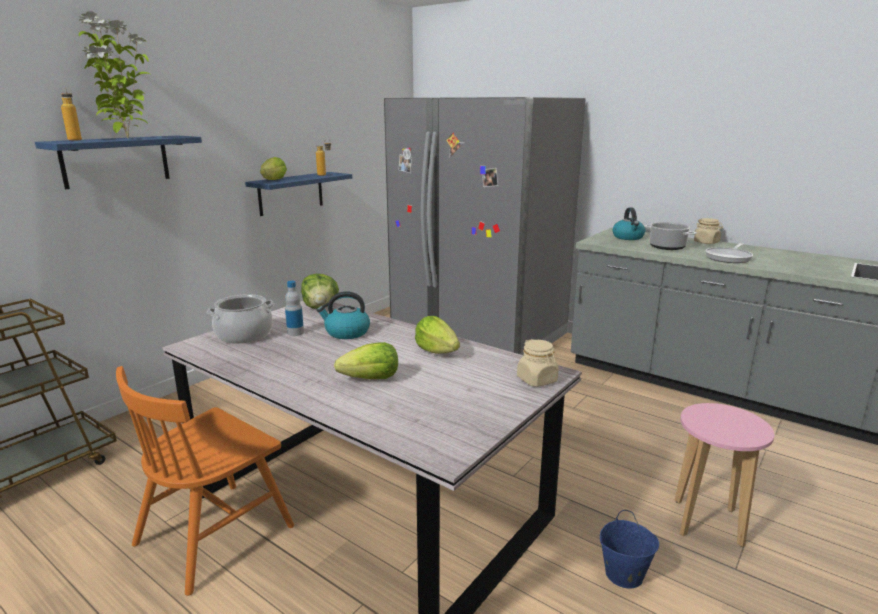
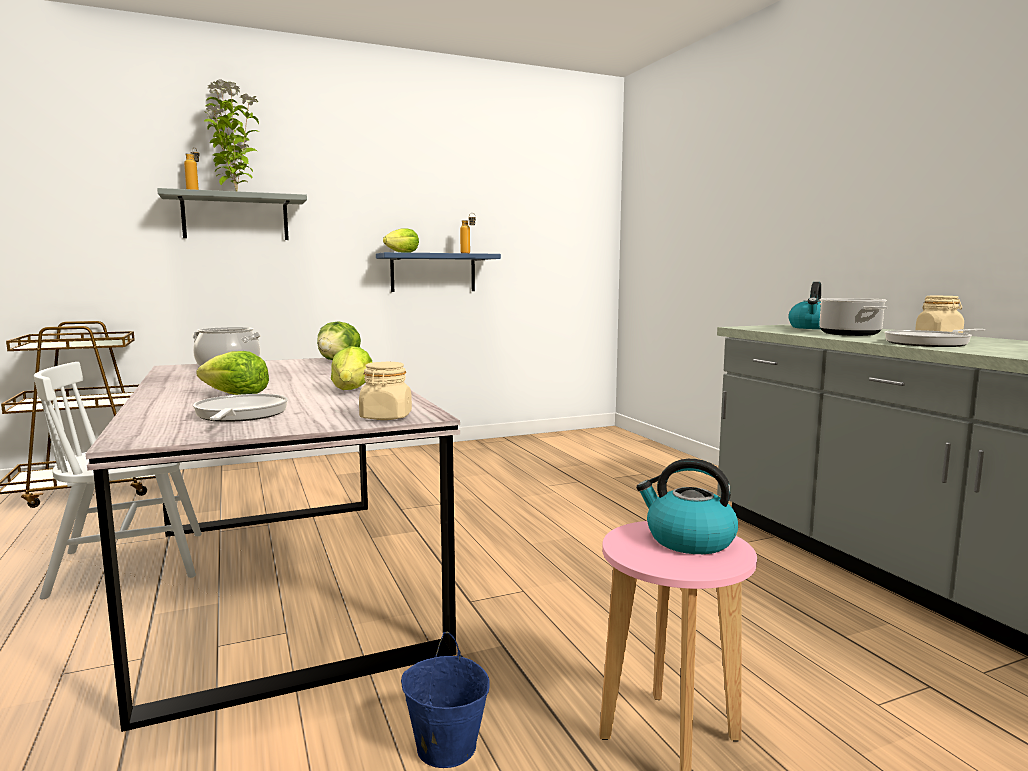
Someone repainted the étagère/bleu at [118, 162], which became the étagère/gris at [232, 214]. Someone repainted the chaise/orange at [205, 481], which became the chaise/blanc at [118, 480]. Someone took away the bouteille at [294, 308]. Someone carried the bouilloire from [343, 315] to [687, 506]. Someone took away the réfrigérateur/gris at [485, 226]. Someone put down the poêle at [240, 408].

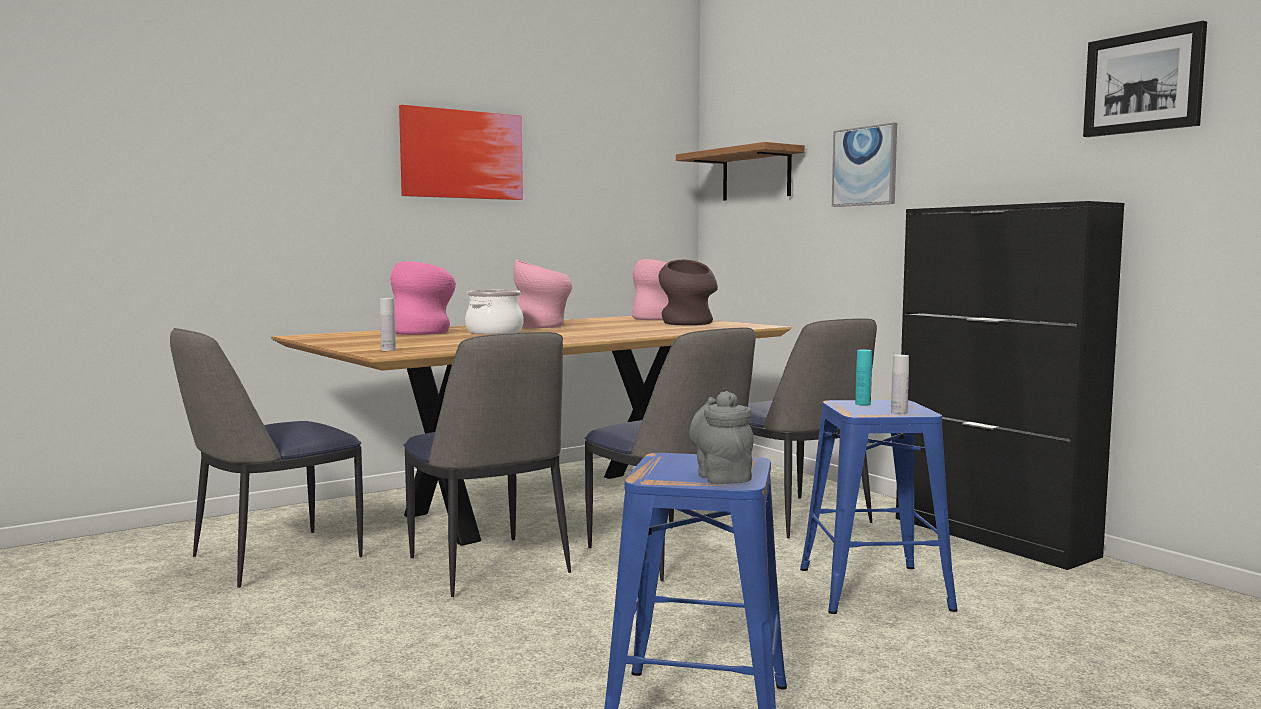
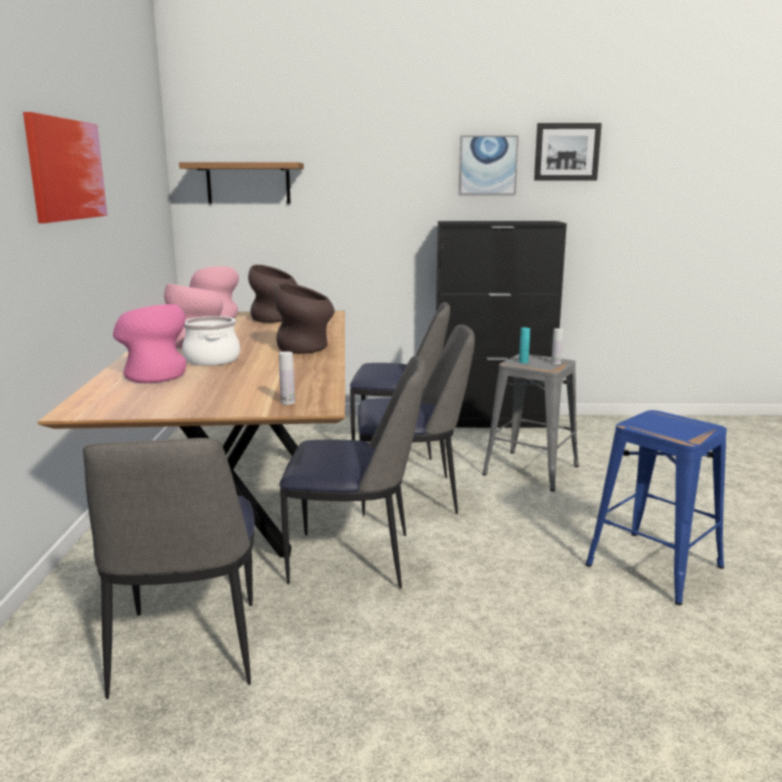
Someone took away the théière/gris at [721, 437]. Someone repainted the tabouret/bleu at [879, 507], which became the tabouret/gris at [530, 422]. Someone carried the tableau from [864, 165] to [489, 165]. Someone put down the vase/marron at [305, 318].

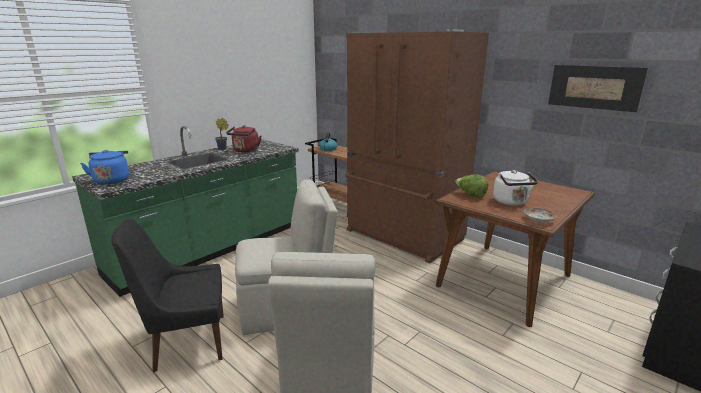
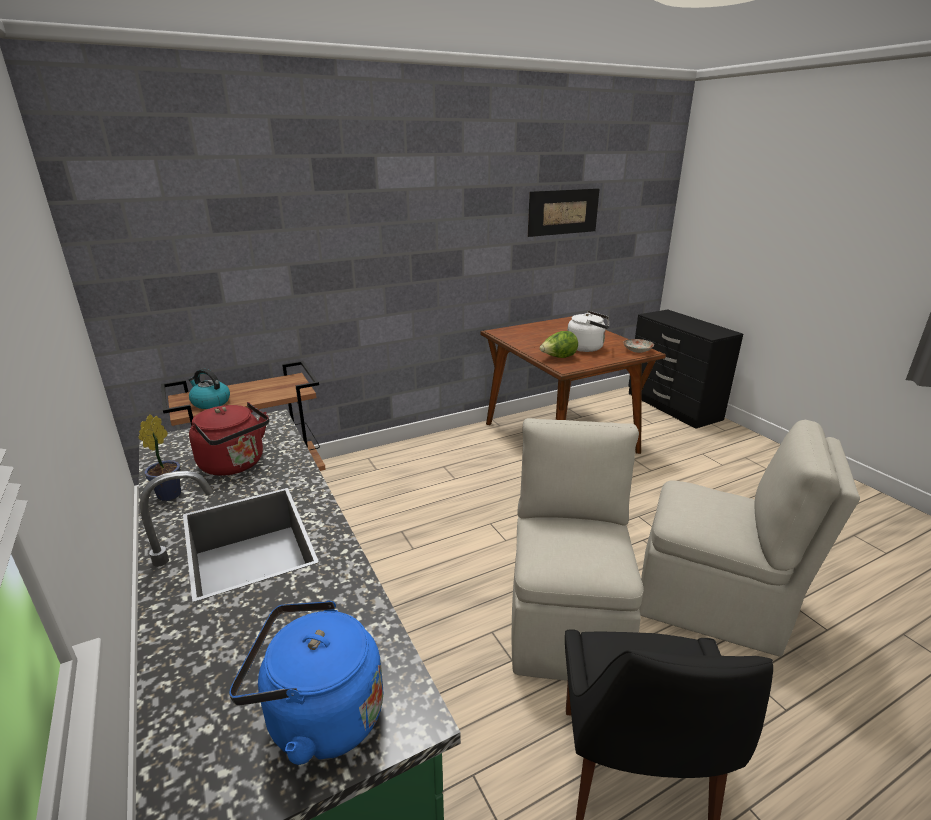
Someone took away the réfrigérateur/marron at [417, 146].

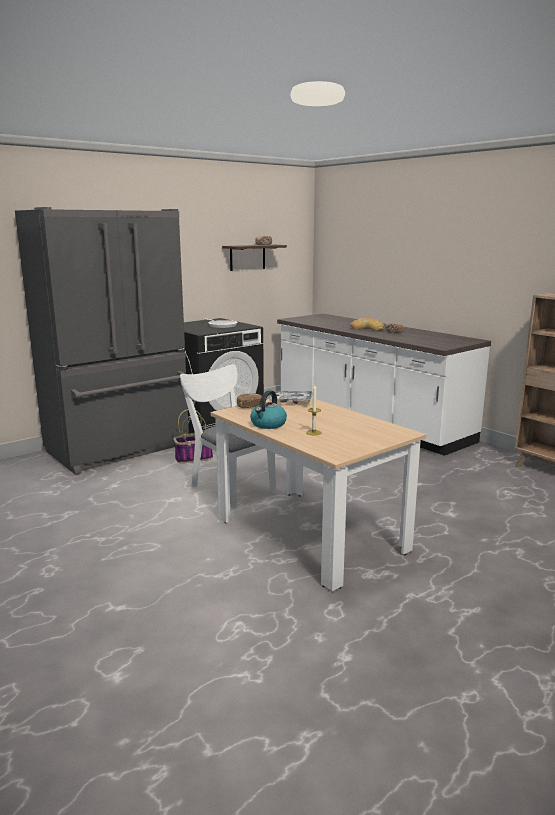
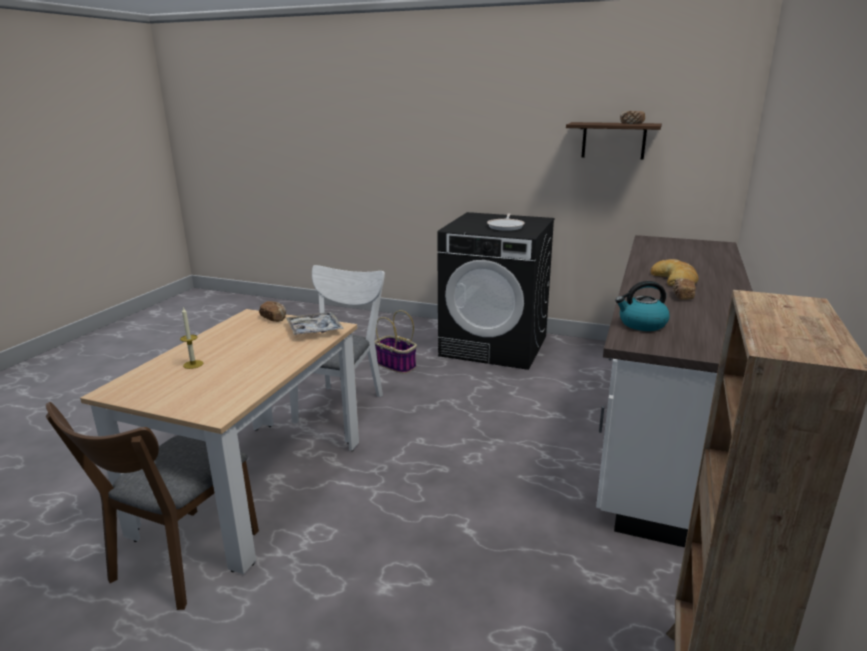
Someone took away the réfrigérateur/gris at [102, 341]. Someone carried the bouilloire from [268, 409] to [642, 306]. Someone put down the chaise/marron at [152, 506].

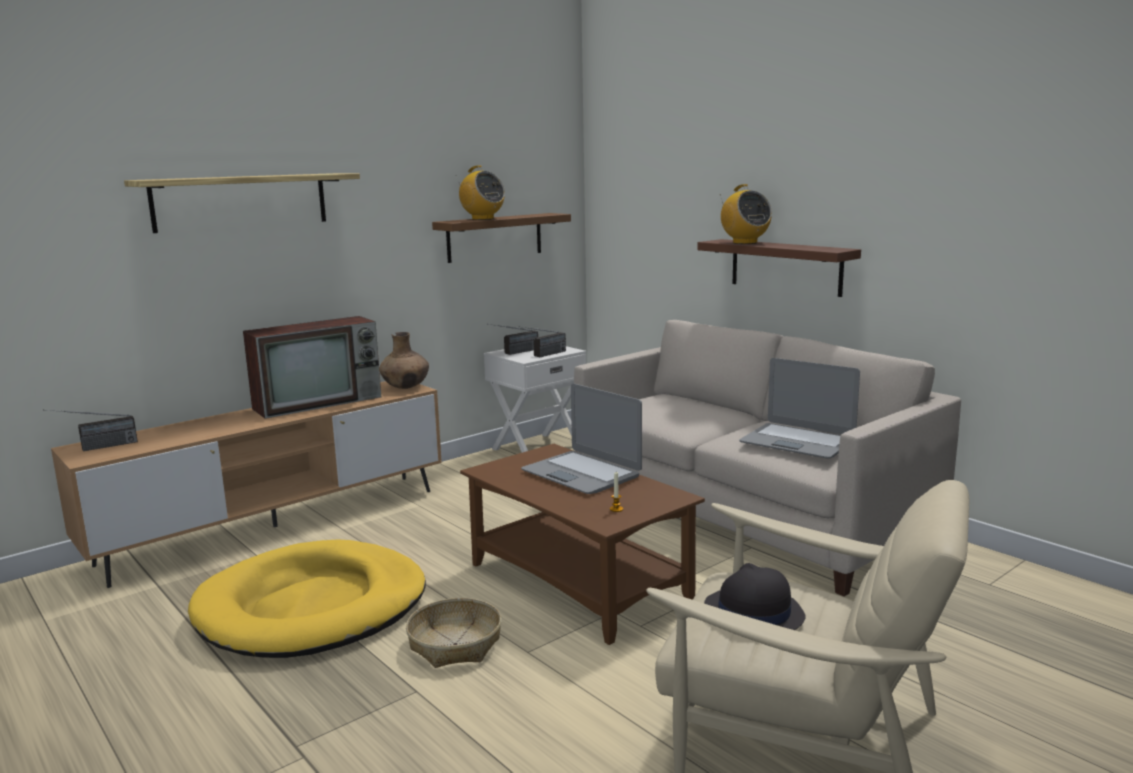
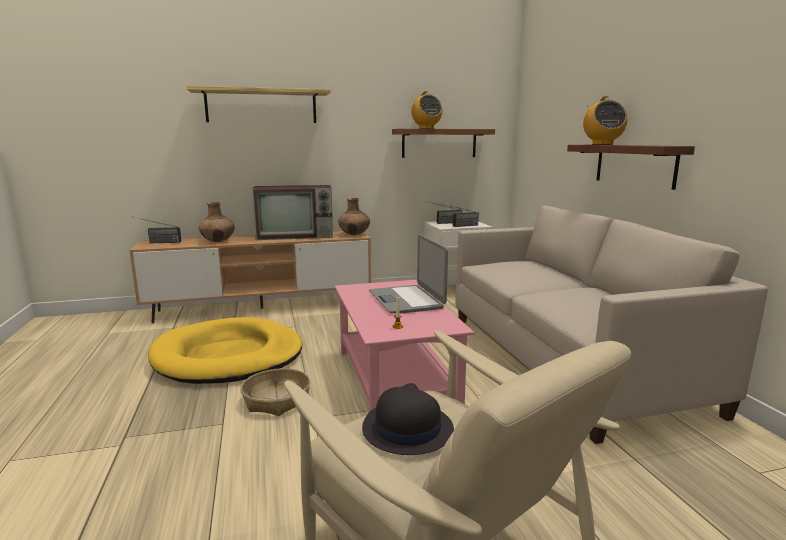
Someone repainted the table basse/marron at [582, 544], which became the table basse/rose at [404, 346]. Someone took away the ordinateur portable at [799, 408]. Someone put down the vase/marron at [216, 222].

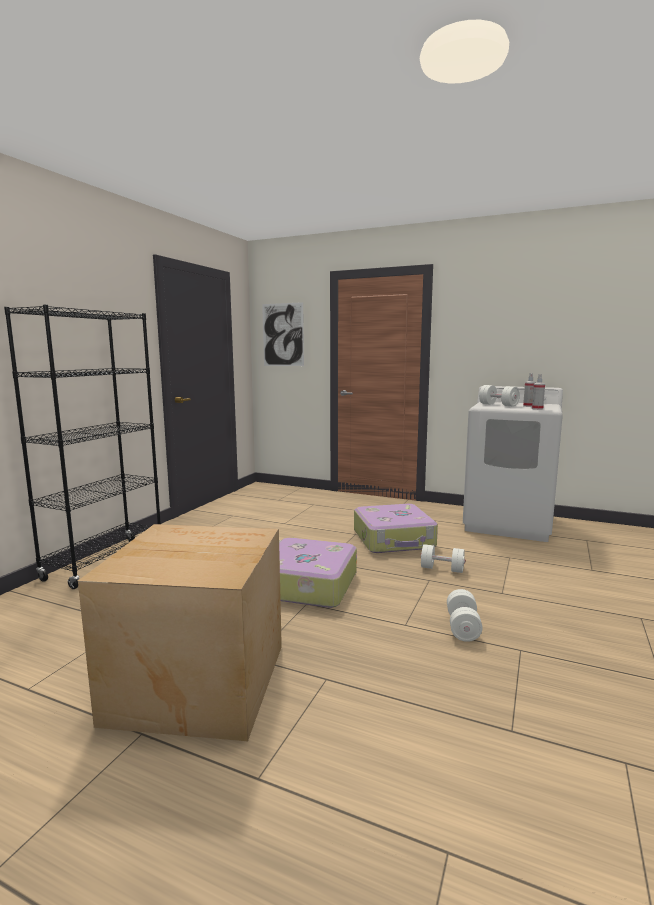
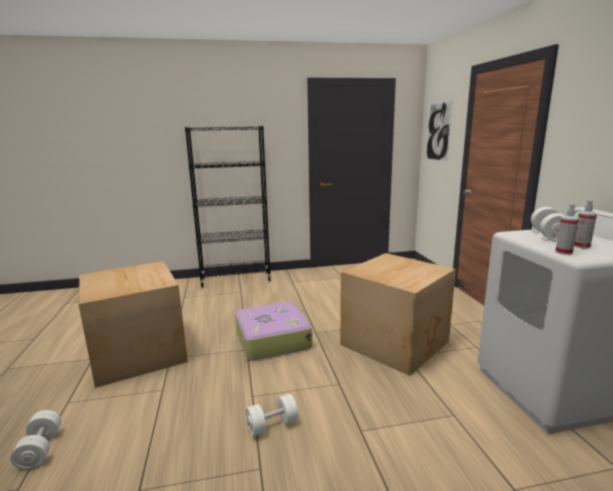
Someone swapped the valise at [396, 528] for the carton at [398, 314]. Someone carried the haltère/blanc from [443, 558] to [35, 440].

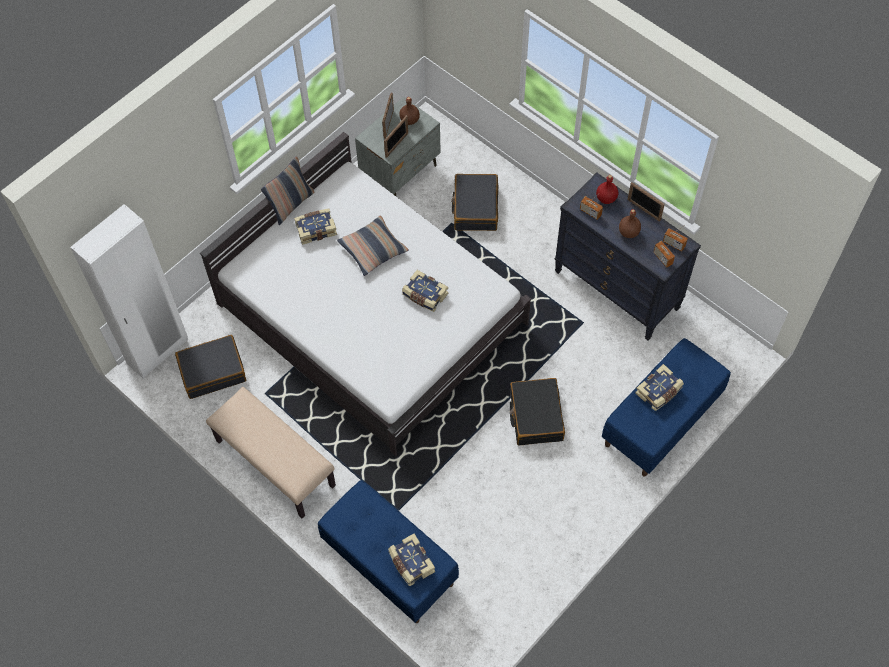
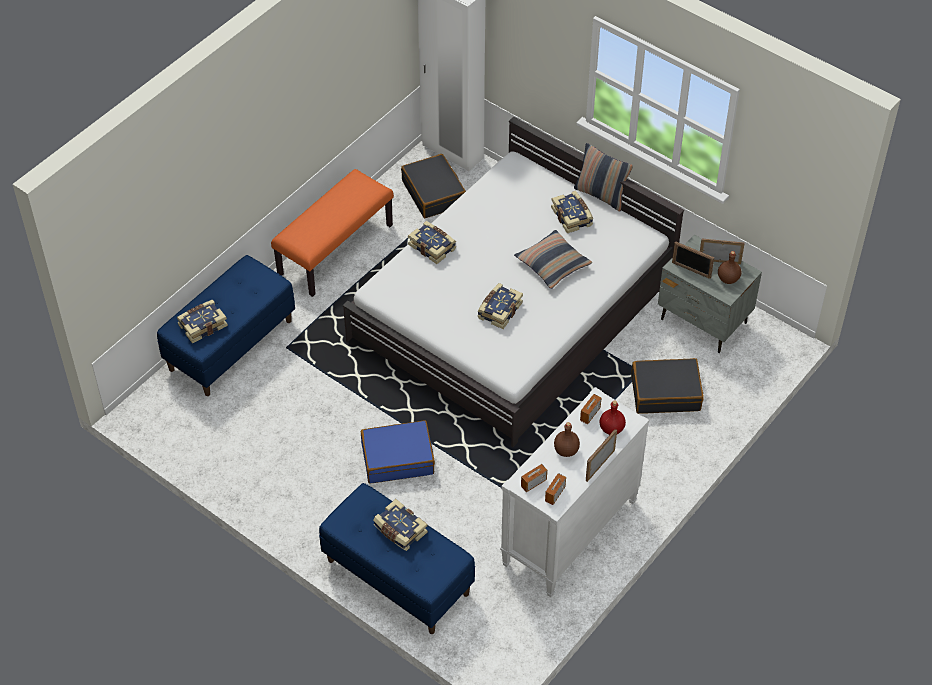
Someone repainted the banc/beige at [271, 452], which became the banc/orange at [332, 233]. Someone repainted the valise/noir at [537, 411], which became the valise/bleu at [398, 452]. Someone repainted the commode/noir at [628, 256], which became the commode/blanc at [574, 492]. Someone put down the livre at [432, 242].

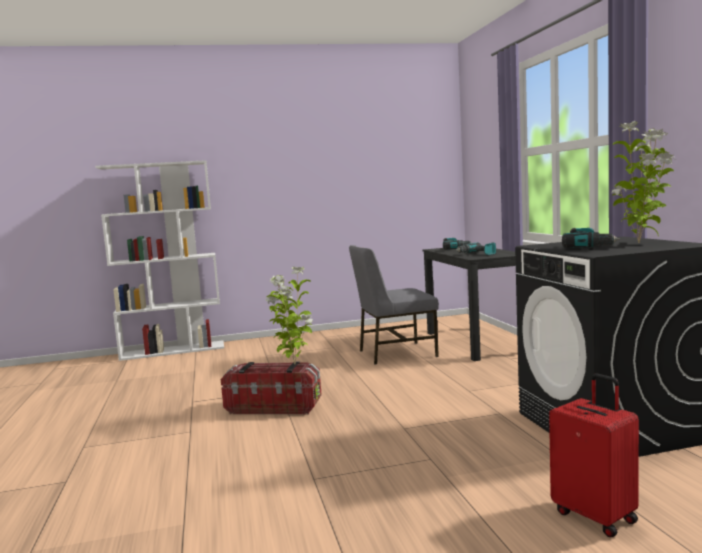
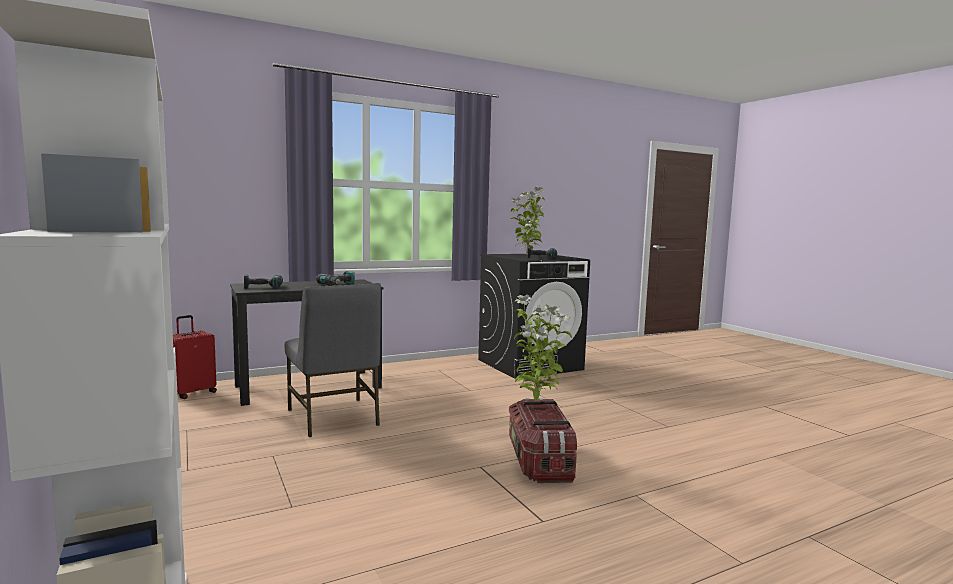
Someone carried the valise/rouge from [594, 455] to [195, 357].

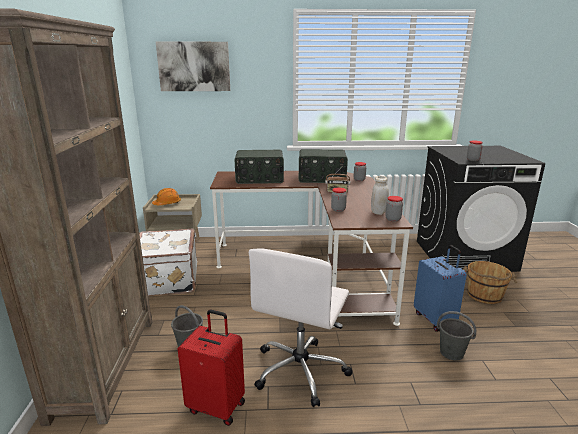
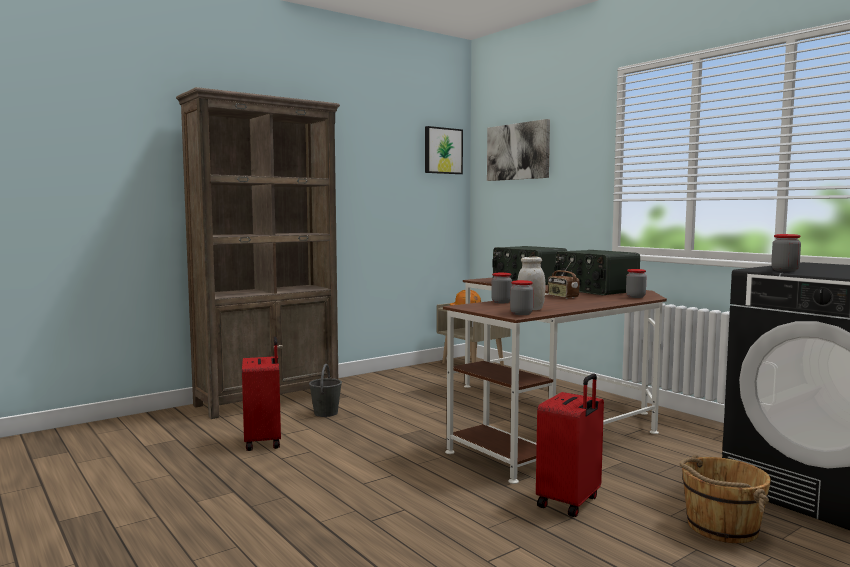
Someone took away the valise/blanc at [168, 263]. Someone took away the chaise de bureau/blanc at [301, 327]. Someone repainted the valise/bleu at [440, 288], which became the valise/rouge at [570, 445]. Someone took away the seau/gris at [456, 335]. Someone put up the tableau at [444, 150].

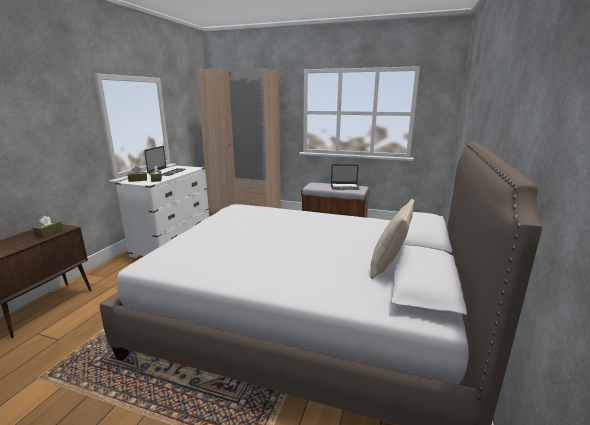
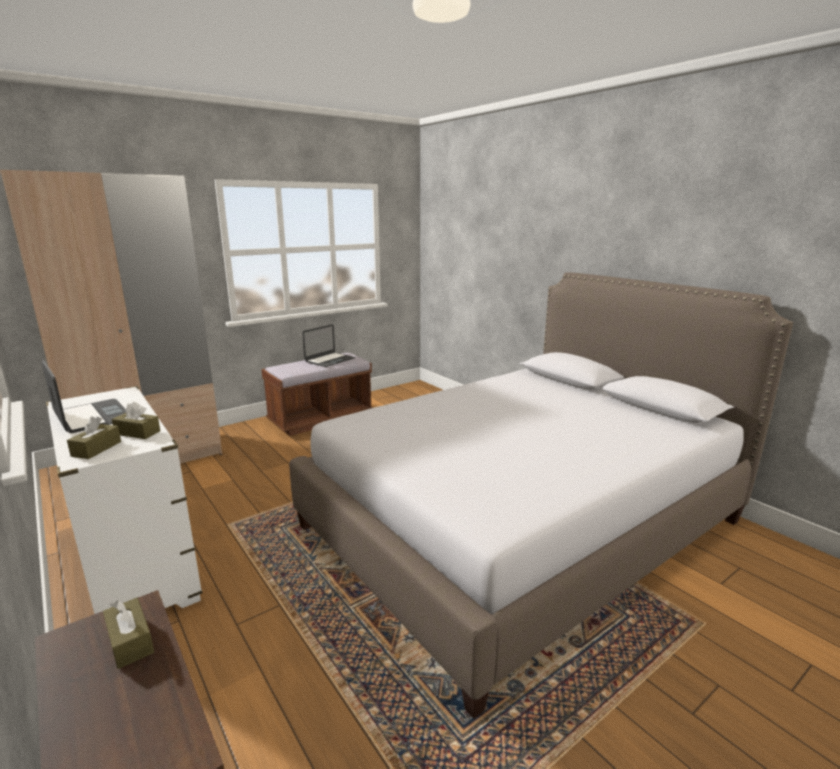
Someone took away the coussin/beige at [392, 239].

